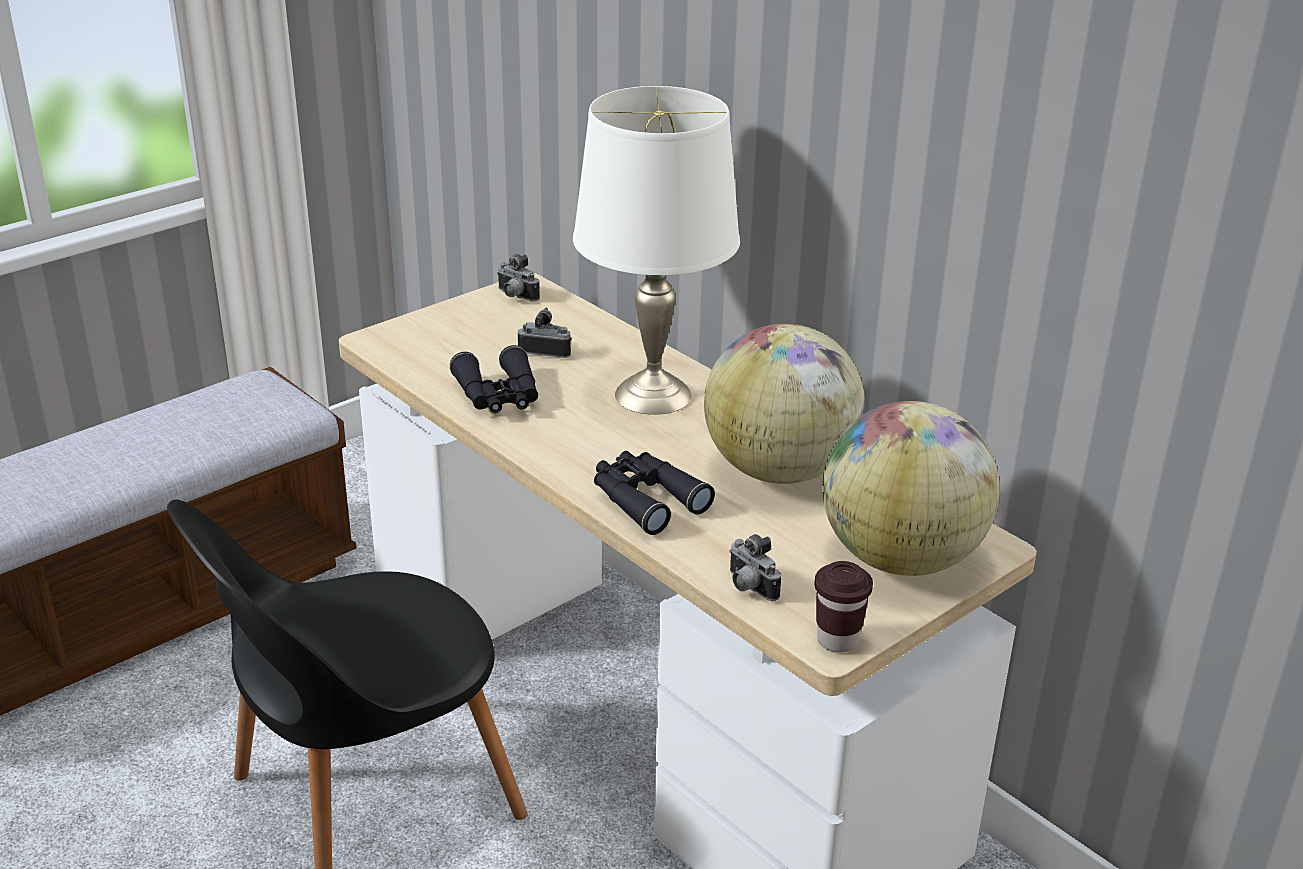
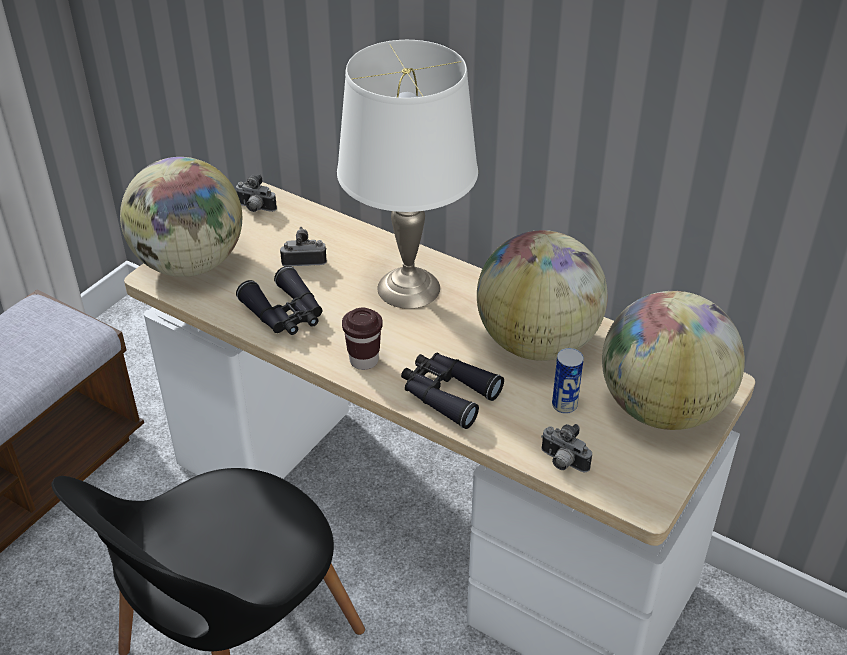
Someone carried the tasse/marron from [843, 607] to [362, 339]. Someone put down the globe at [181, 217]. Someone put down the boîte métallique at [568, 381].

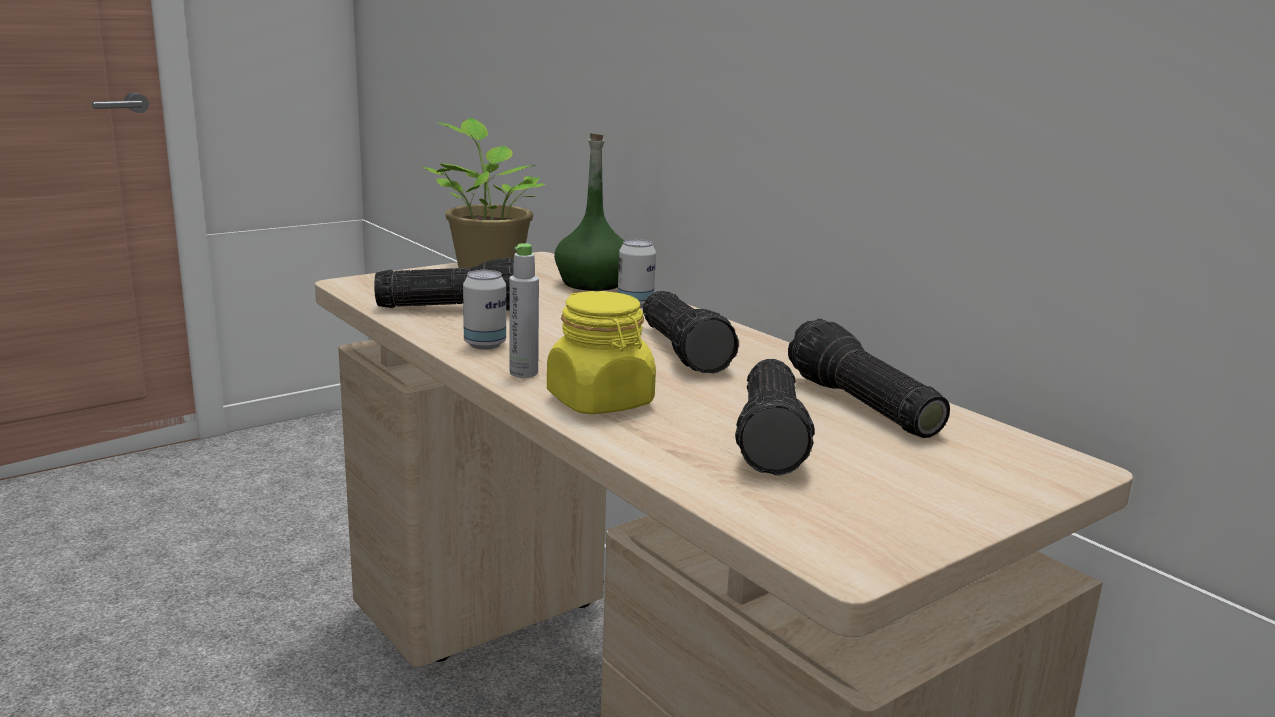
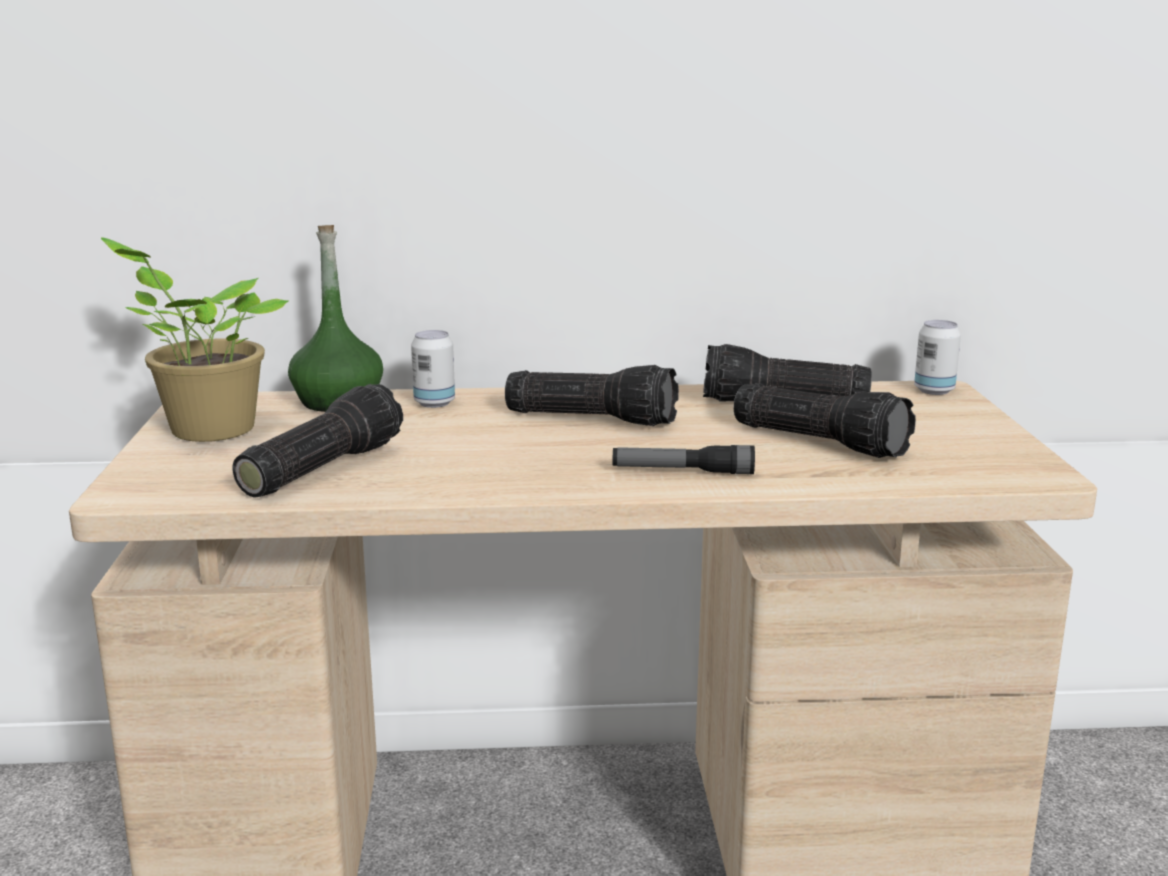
Someone carried the boîte métallique from [484, 309] to [937, 357]. Someone took away the bouteille/gris at [524, 310]. Someone swapped the bocal/jaune at [601, 352] for the lampe de poche at [684, 459].

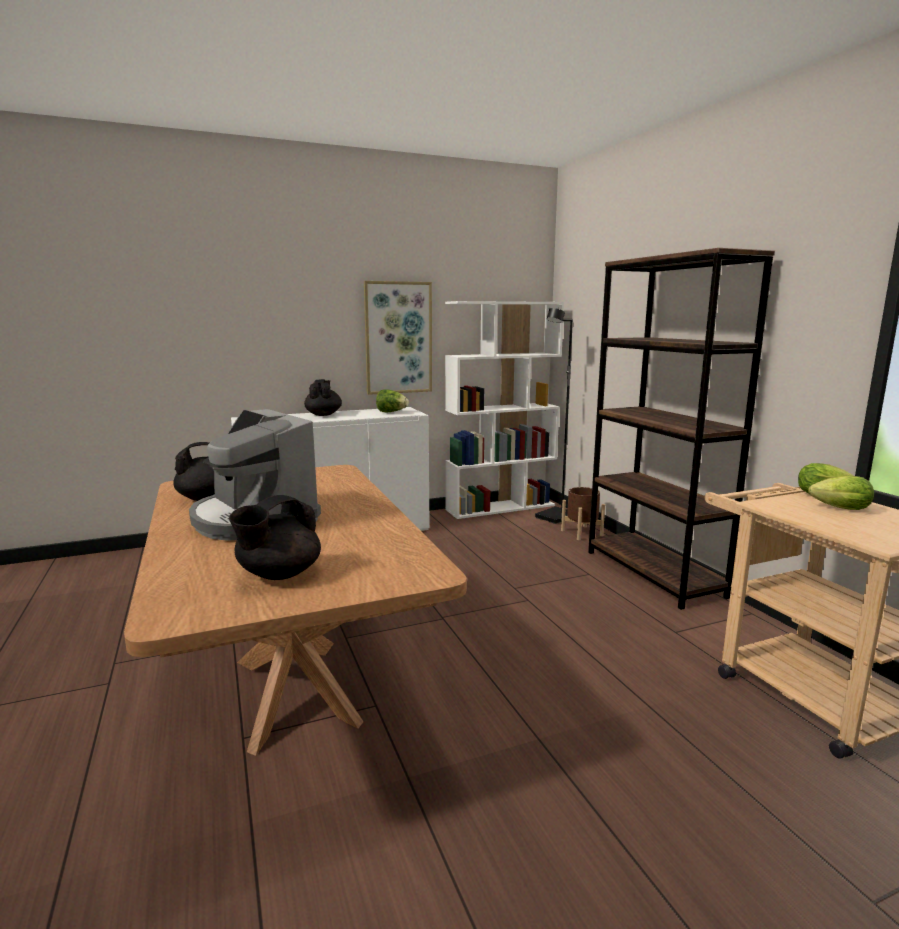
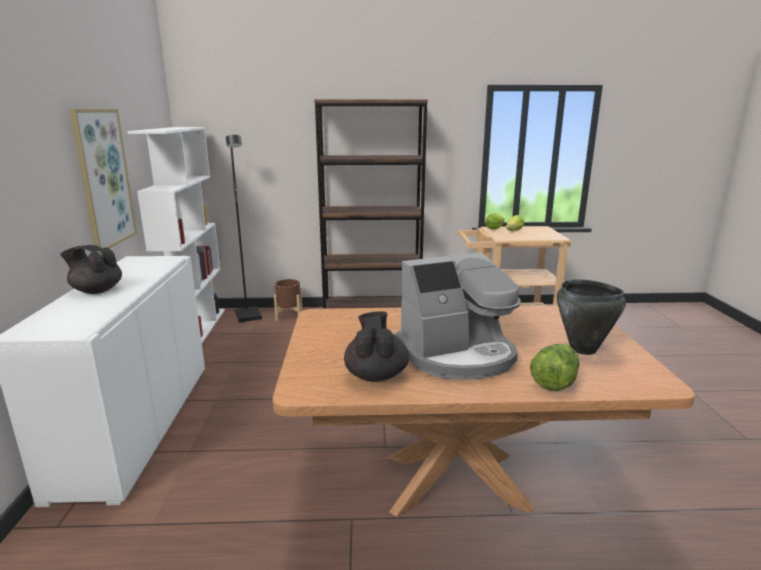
Someone swapped the théière/noir at [275, 537] for the marmite/noir at [591, 317]. Someone carried the laitue from [392, 401] to [554, 367].

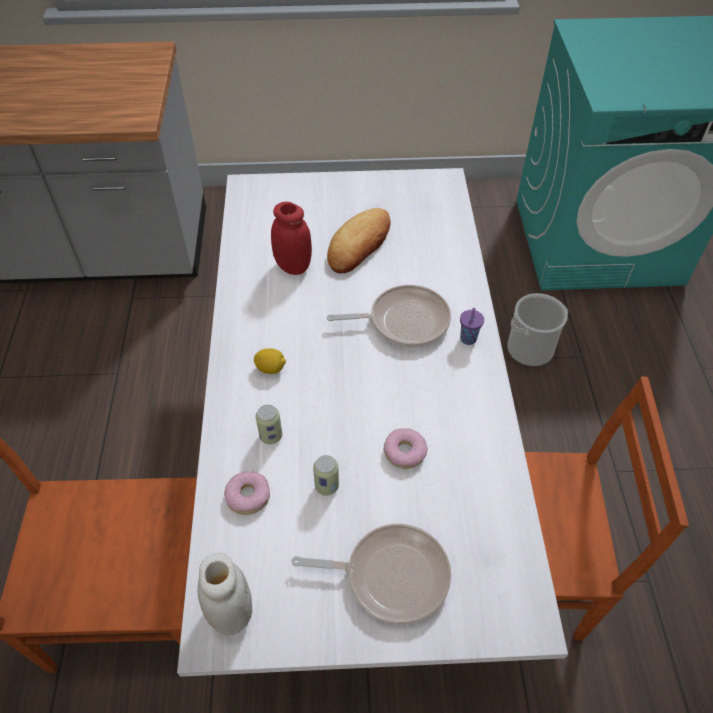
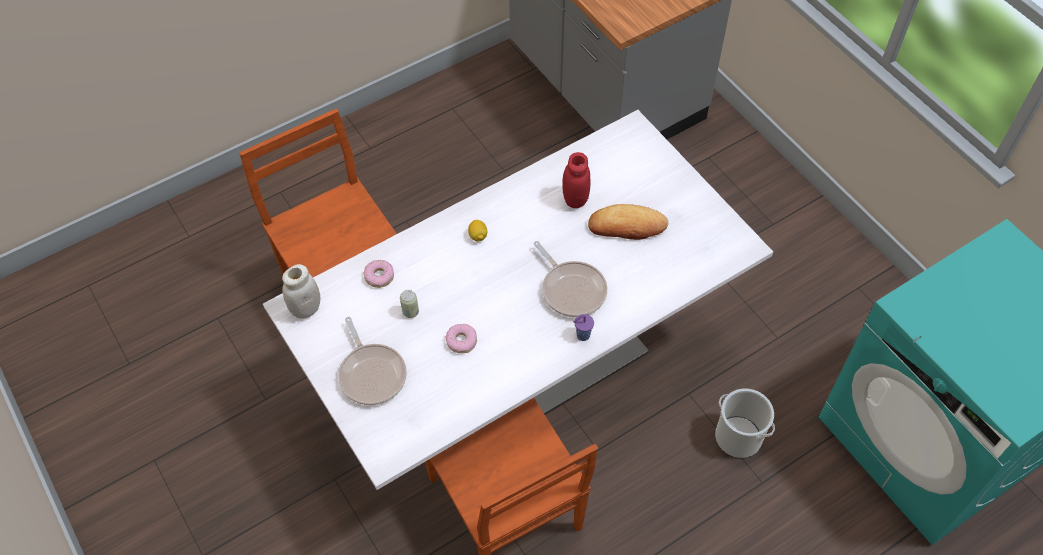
Someone took away the boîte métallique at [269, 424].

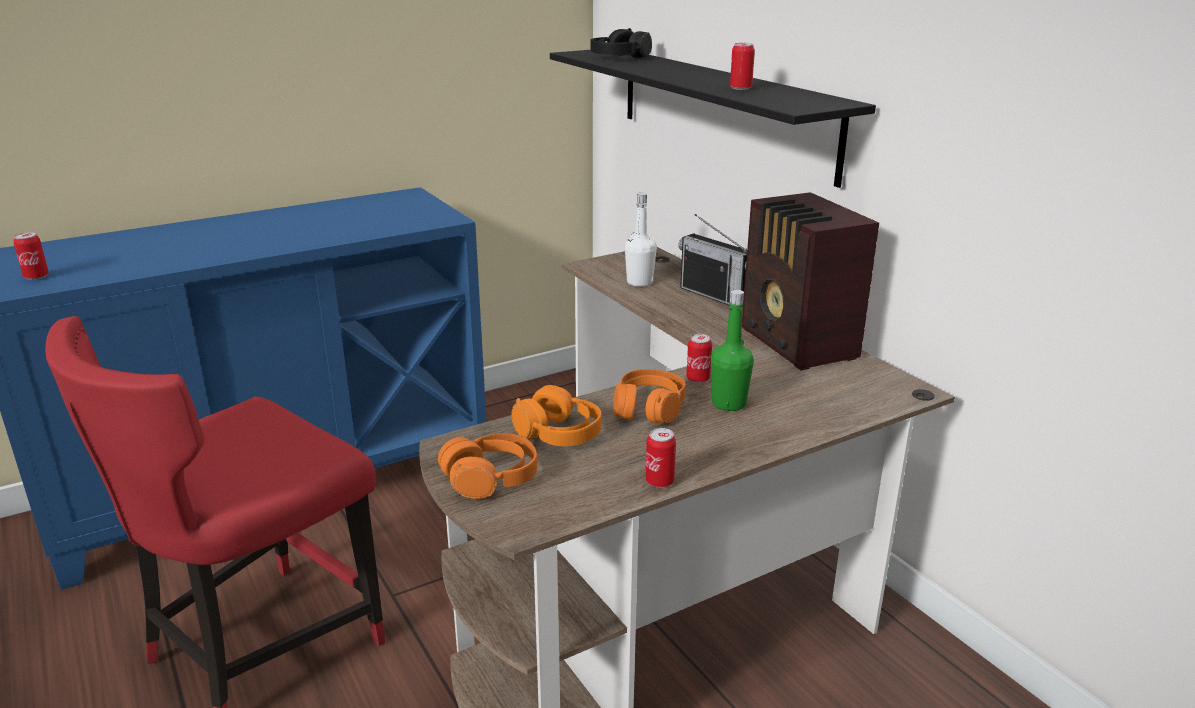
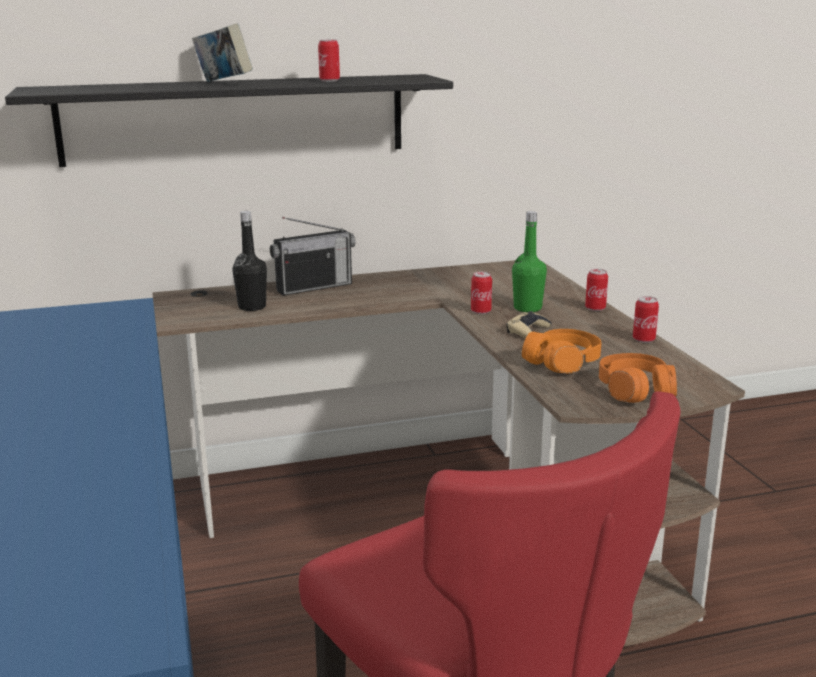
Someone carried the boîte métallique from [31, 256] to [596, 290]. Someone took away the casque audio/noir at [621, 43]. Someone swapped the casque audio/orange at [649, 396] for the manette/beige at [529, 325]. Someone repainted the bouteille/blanc at [641, 240], which became the bouteille/noir at [249, 261]. Someone took away the radio at [810, 281]. Someone put down the livre at [222, 52].

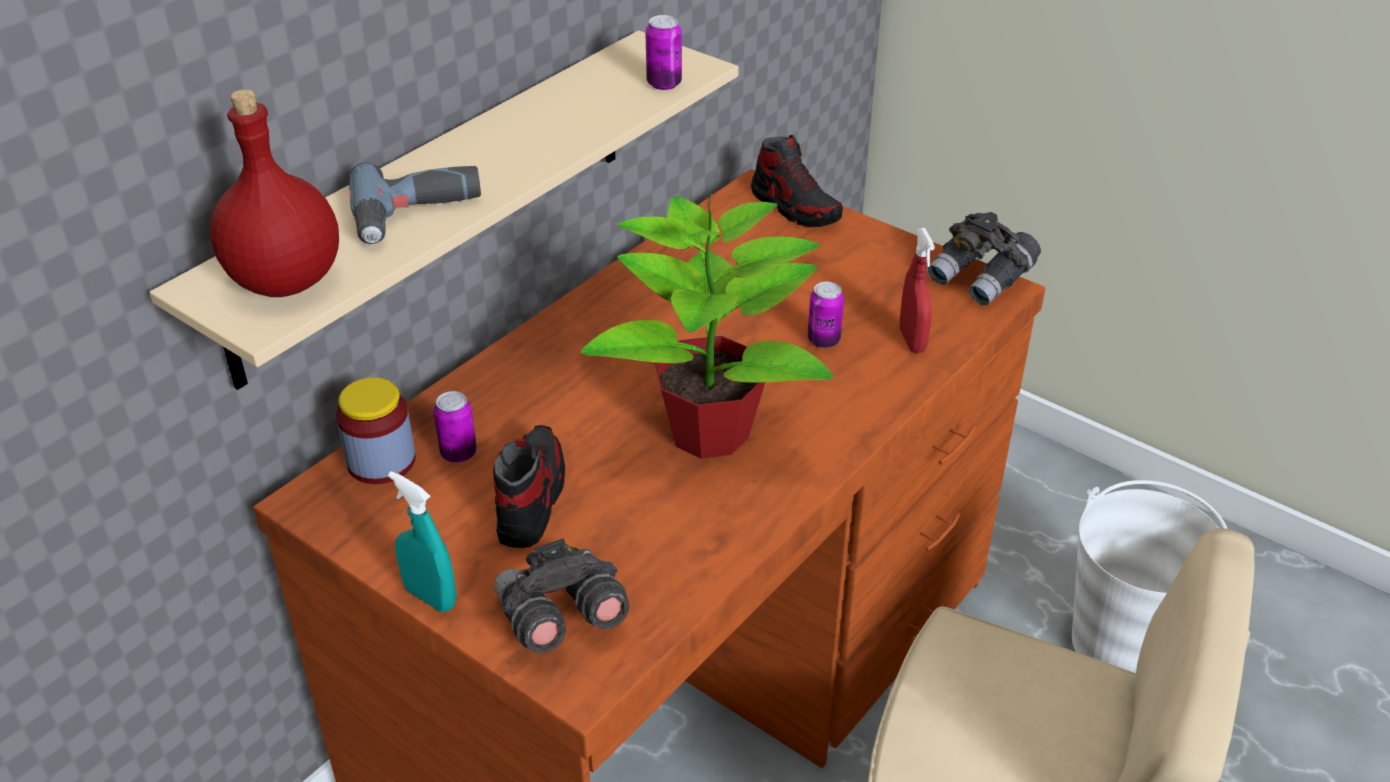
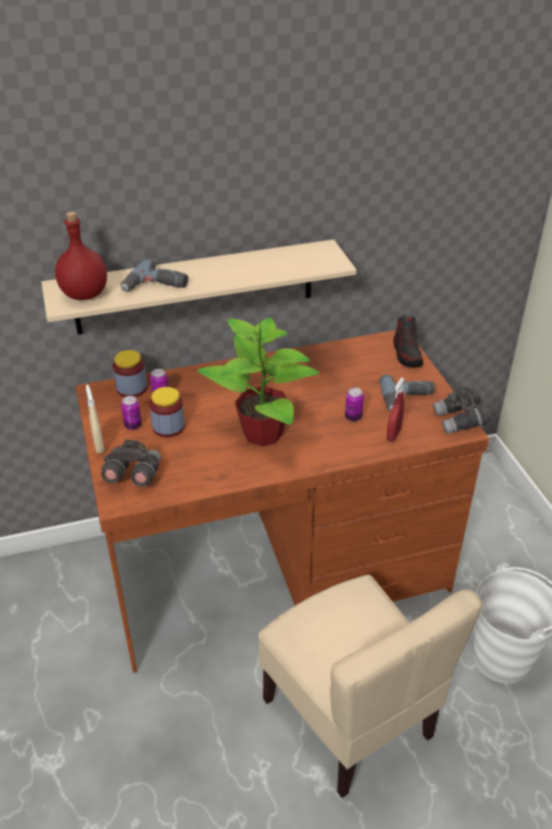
Someone repainted the vaporisateur/turquoise at [422, 541], which became the vaporisateur/beige at [95, 419]. Someone swapped the chaussure at [529, 486] for the bocal at [167, 412]. Someone carried the boîte métallique from [663, 52] to [131, 413]. Someone put down the perceuse at [407, 393].

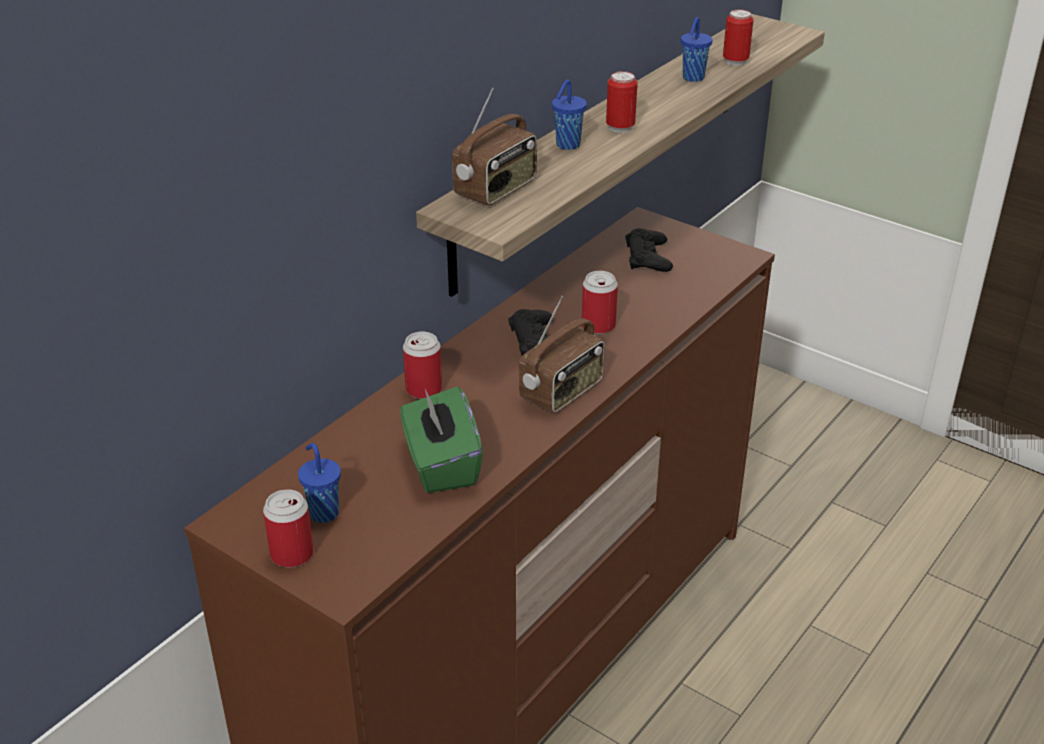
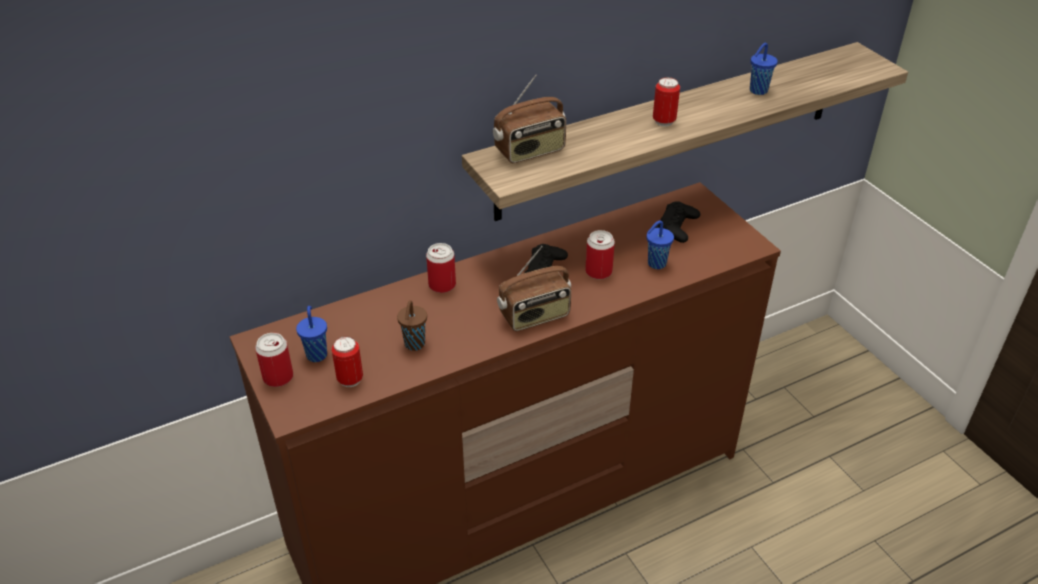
Someone swapped the boîte à mouchoirs/vert at [441, 440] for the tasse/marron at [412, 325]. Someone carried the tasse/bleu from [569, 115] to [660, 244]. Someone carried the boîte métallique from [738, 37] to [347, 361].

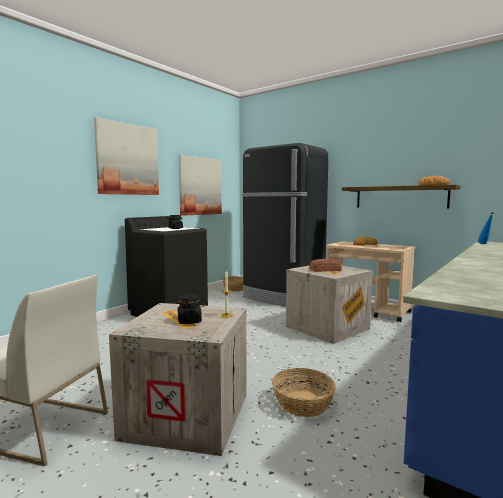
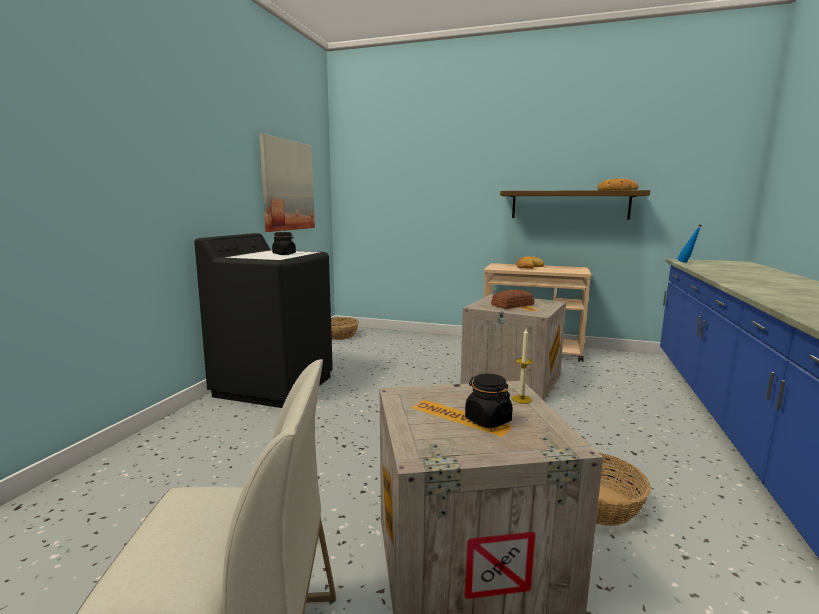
Someone took away the tableau at [126, 156]. Someone took away the réfrigérateur/noir at [285, 225].

